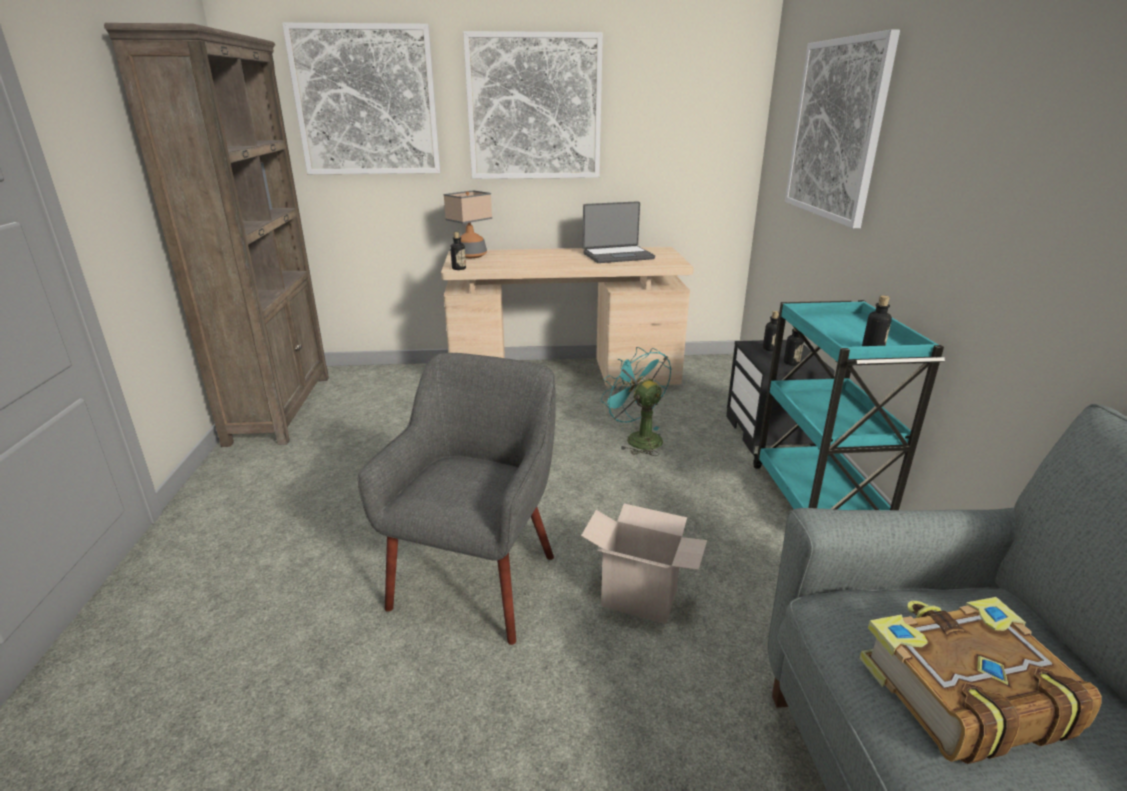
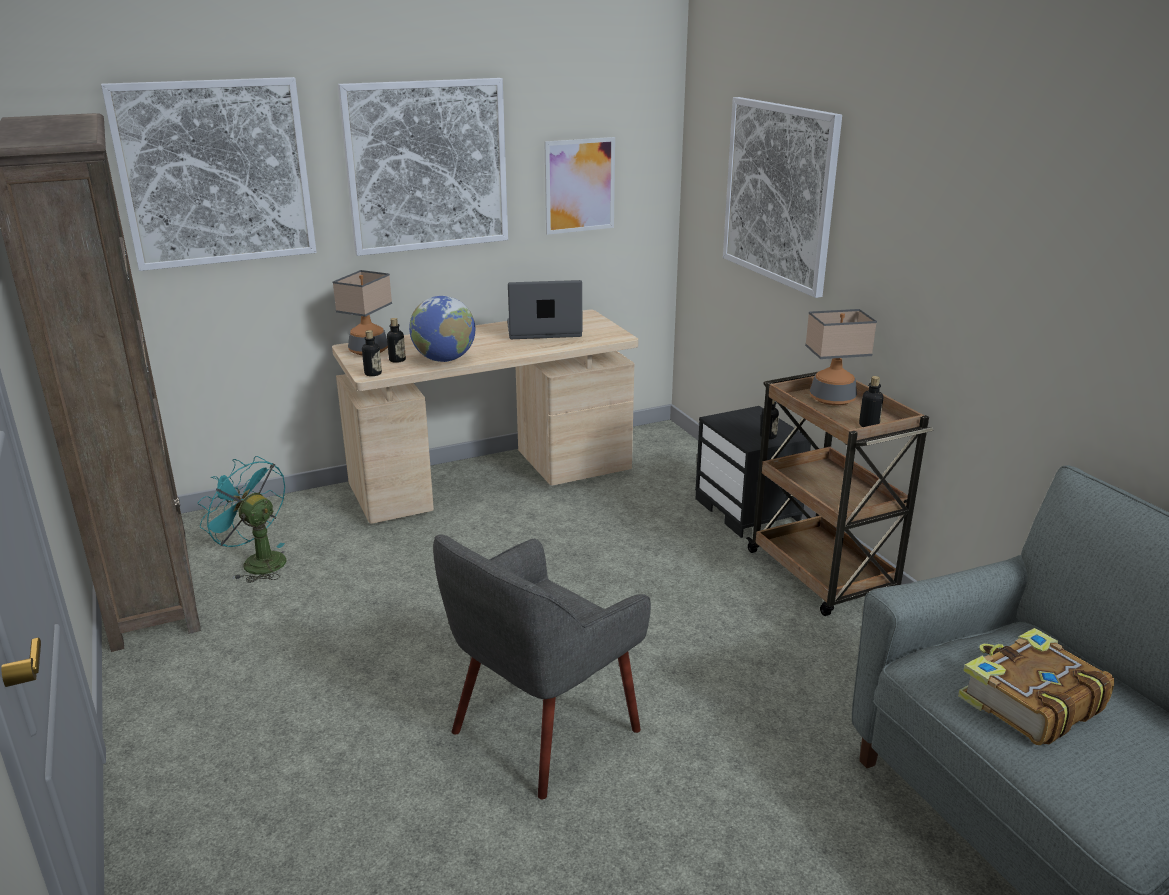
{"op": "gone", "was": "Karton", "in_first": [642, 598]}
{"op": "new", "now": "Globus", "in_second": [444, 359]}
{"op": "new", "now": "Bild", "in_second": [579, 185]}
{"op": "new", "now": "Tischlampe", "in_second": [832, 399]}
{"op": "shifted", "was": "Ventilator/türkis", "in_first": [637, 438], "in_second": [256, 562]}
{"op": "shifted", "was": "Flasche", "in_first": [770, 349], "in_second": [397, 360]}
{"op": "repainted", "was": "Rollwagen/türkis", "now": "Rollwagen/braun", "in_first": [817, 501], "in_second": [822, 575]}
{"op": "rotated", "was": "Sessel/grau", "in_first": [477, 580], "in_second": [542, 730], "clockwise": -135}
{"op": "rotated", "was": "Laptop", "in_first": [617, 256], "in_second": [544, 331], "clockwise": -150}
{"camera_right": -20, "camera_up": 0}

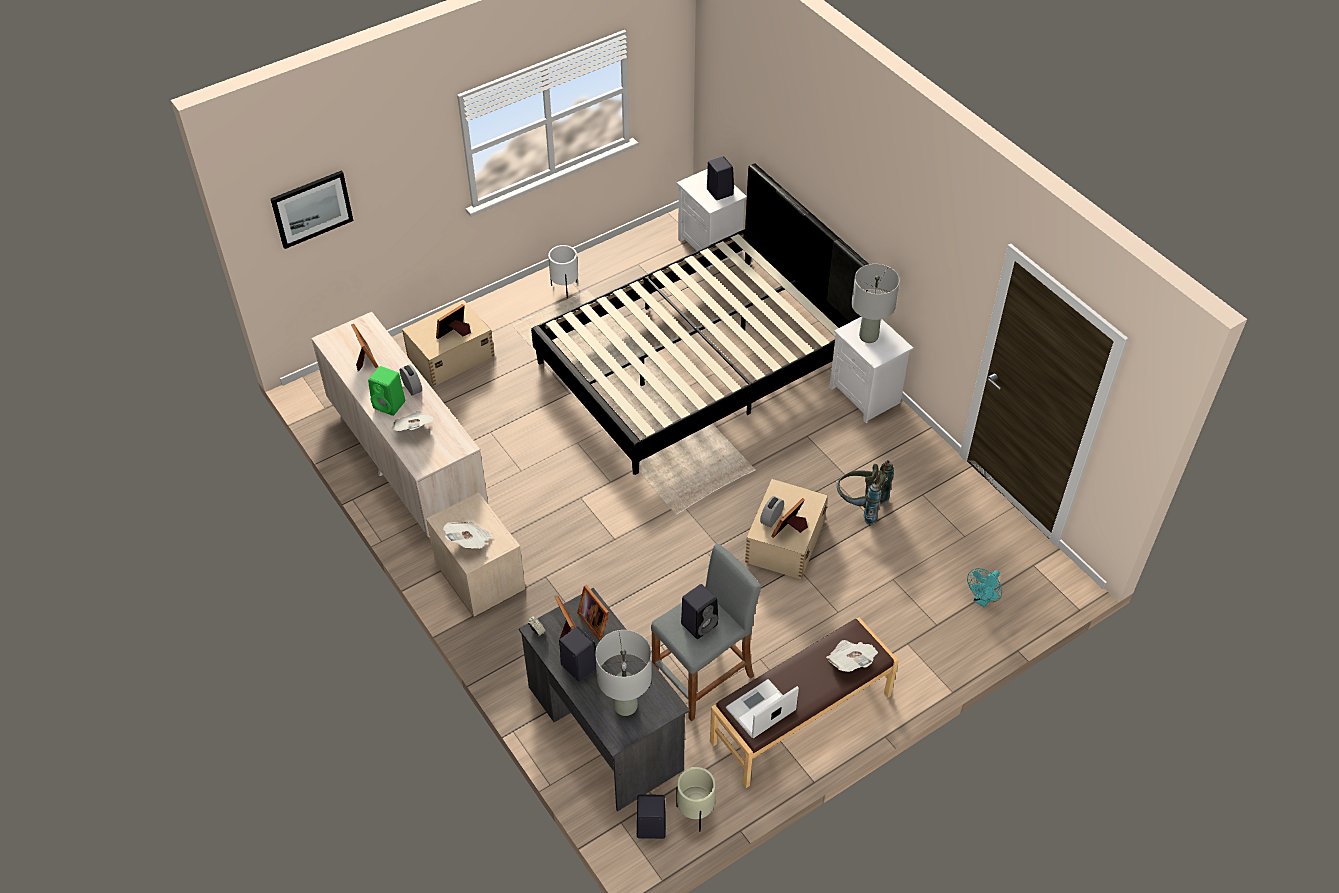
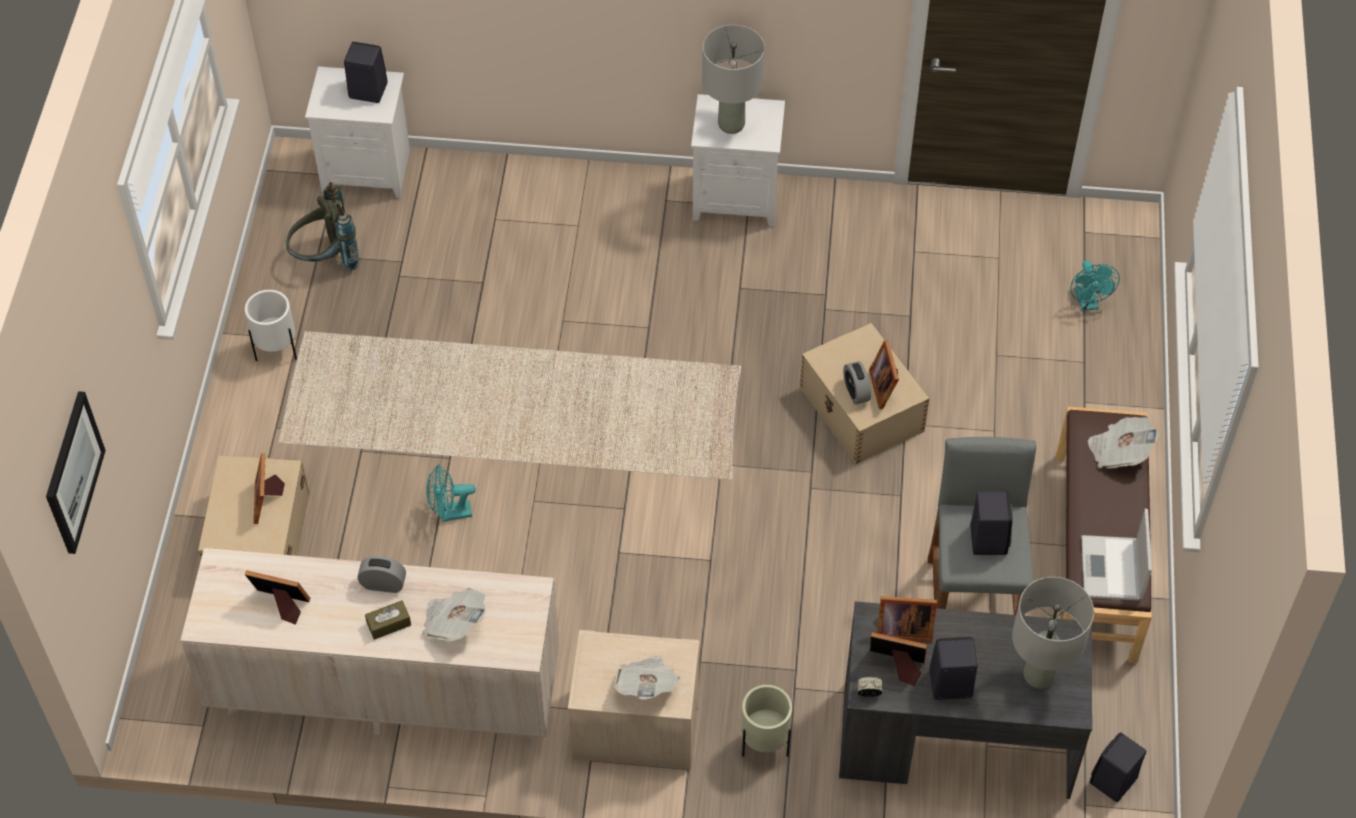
{"op": "gone", "was": "Bett/schwarz", "in_first": [696, 361]}
{"op": "new", "now": "Ventilator/türkis", "in_second": [450, 513]}
{"op": "shifted", "was": "Pflanzkübel/beige", "in_first": [695, 813], "in_second": [765, 745]}
{"op": "shifted", "was": "Rucksack/grau", "in_first": [860, 506], "in_second": [326, 259]}
{"op": "swapped", "was": "Lautsprecher/grün", "now": "Taschentuchbox/braun", "in_first": [390, 405], "in_second": [389, 624]}
{"camera_right": -50, "camera_up": 5}

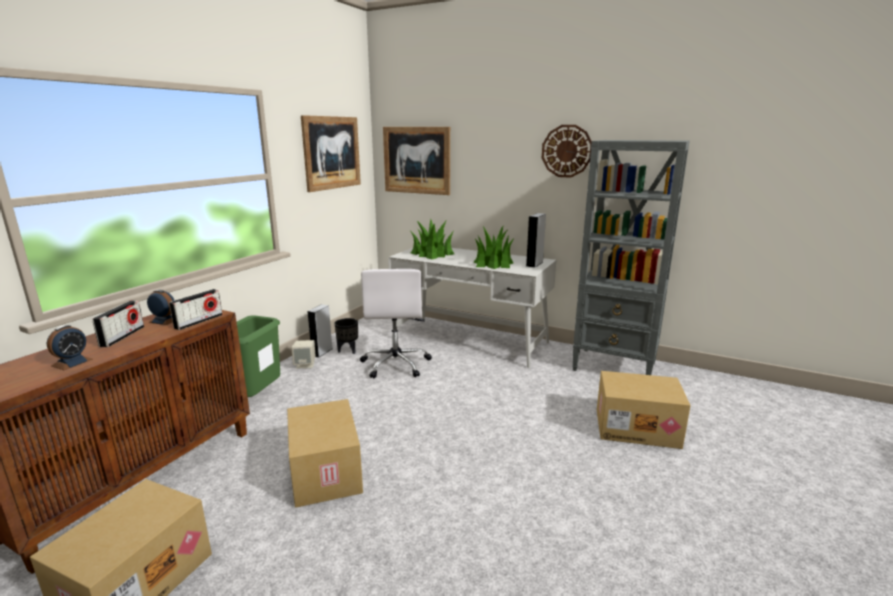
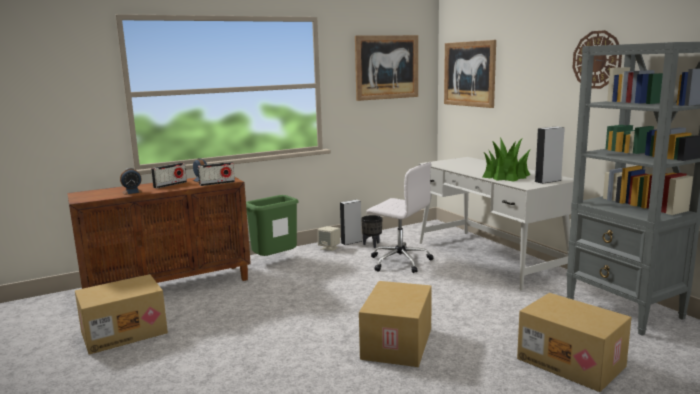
{"op": "gone", "was": "Topfpflanze", "in_first": [432, 253]}
{"op": "shifted", "was": "Karton", "in_first": [327, 472], "in_second": [398, 344]}
{"op": "rotated", "was": "Bürostuhl/weiß", "in_first": [396, 364], "in_second": [399, 261], "clockwise": -90}
{"camera_right": 35, "camera_up": -5}

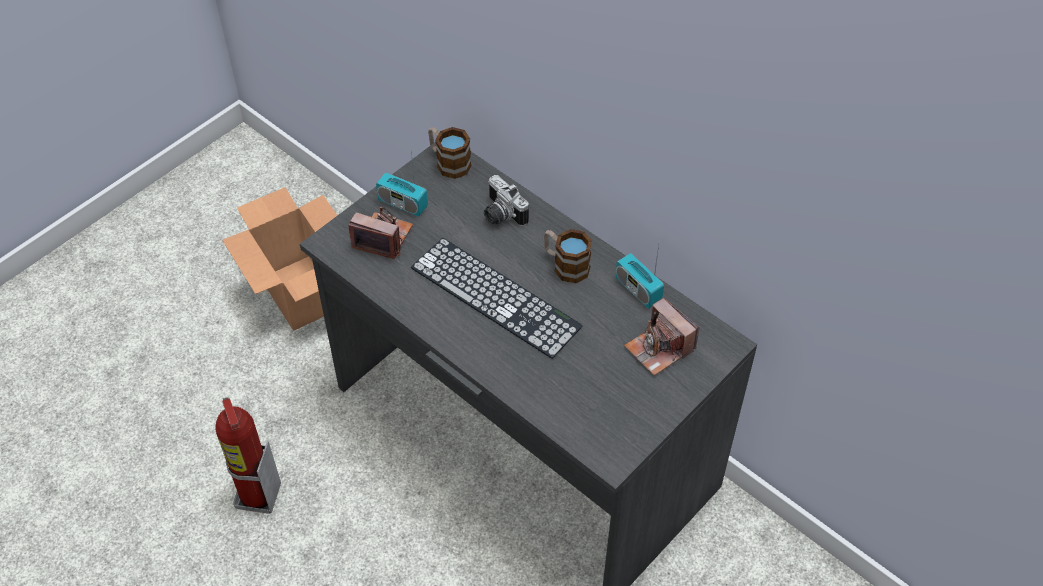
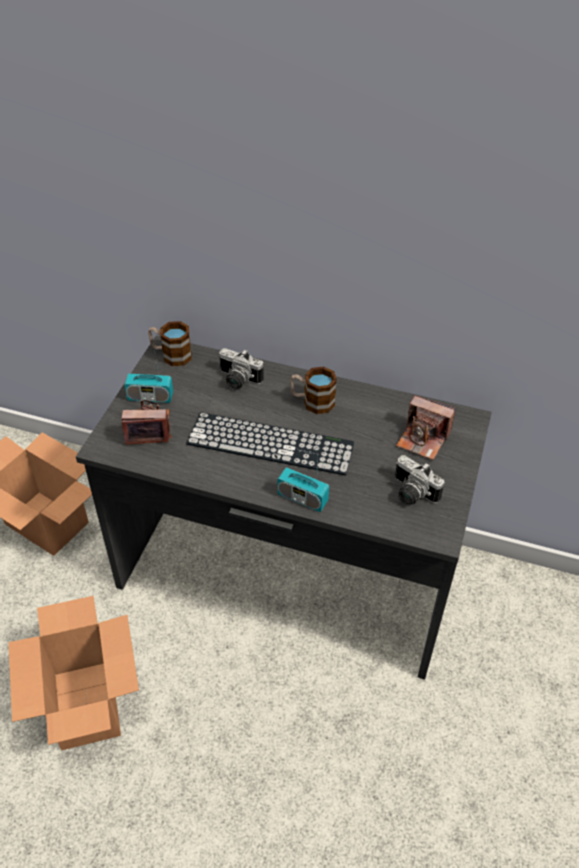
{"op": "new", "now": "Kamera", "in_second": [411, 493]}
{"op": "shifted", "was": "Radio", "in_first": [638, 289], "in_second": [302, 498]}
{"op": "swapped", "was": "Feuerlöscher", "now": "Karton", "in_first": [257, 496], "in_second": [87, 706]}
{"camera_right": -25, "camera_up": -5}

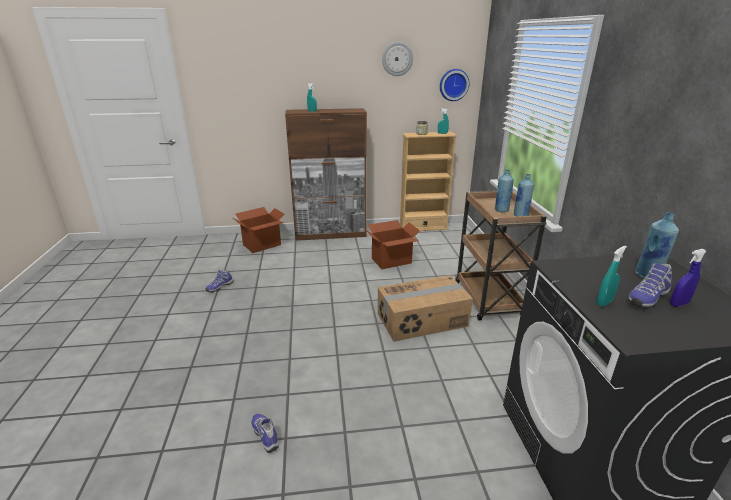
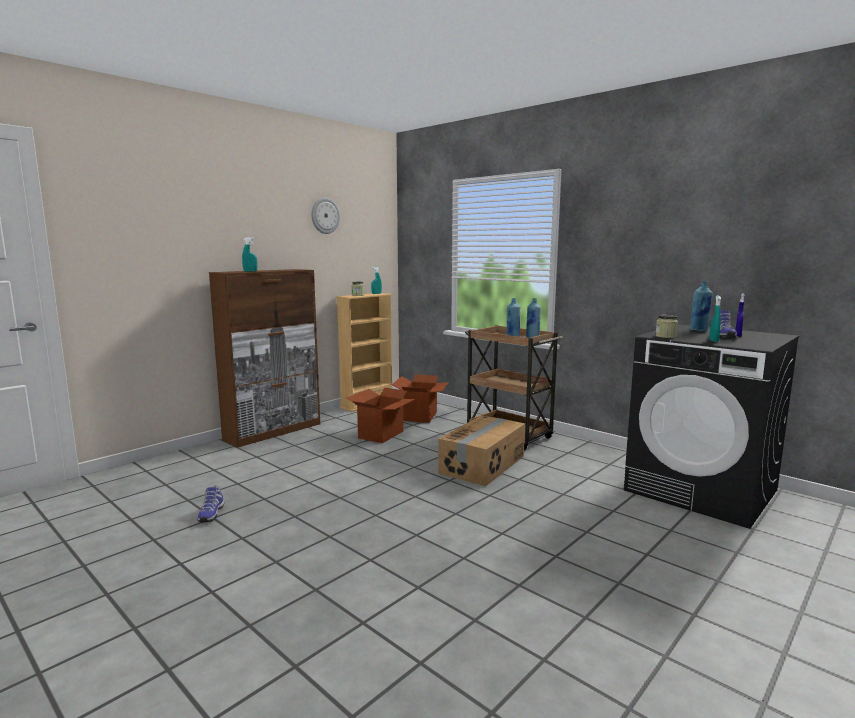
{"op": "gone", "was": "Schuh", "in_first": [266, 435]}
{"op": "gone", "was": "Wanduhr", "in_first": [453, 84]}
{"op": "new", "now": "Vorratsglas", "in_second": [665, 336]}
{"op": "shifted", "was": "Karton", "in_first": [262, 245], "in_second": [421, 416]}
{"camera_right": -40, "camera_up": -15}

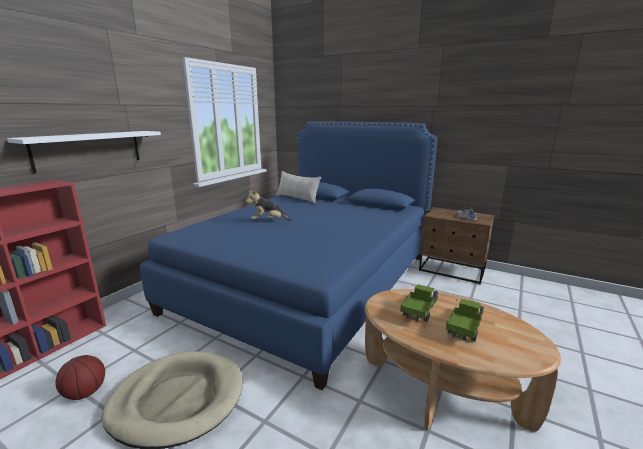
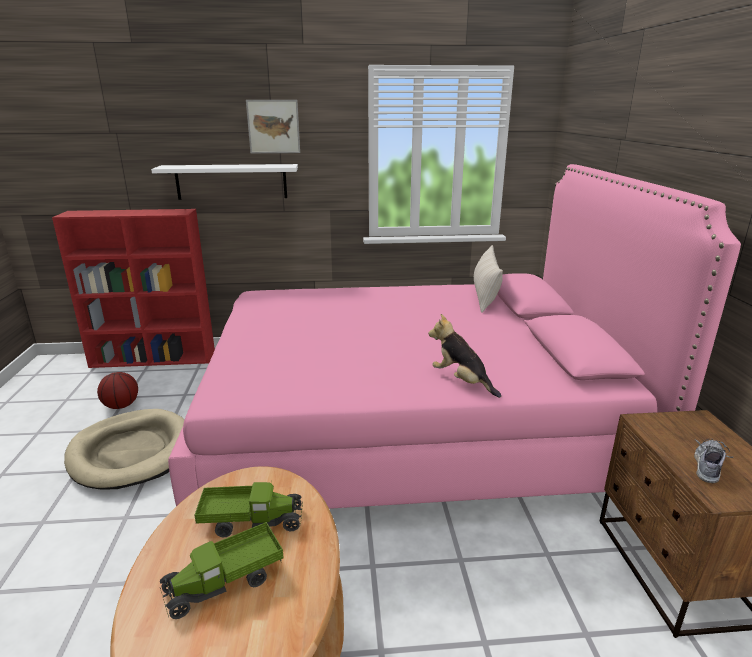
{"op": "new", "now": "Bild", "in_second": [273, 126]}
{"op": "shifted", "was": "Plüschtier", "in_first": [268, 221], "in_second": [461, 381]}
{"op": "repainted", "was": "Bett/blau", "now": "Bett/rosa", "in_first": [309, 281], "in_second": [410, 427]}
{"op": "rotated", "was": "Spielzeuglaster", "in_first": [464, 327], "in_second": [225, 582], "clockwise": 150}
{"camera_right": 55, "camera_up": 5}

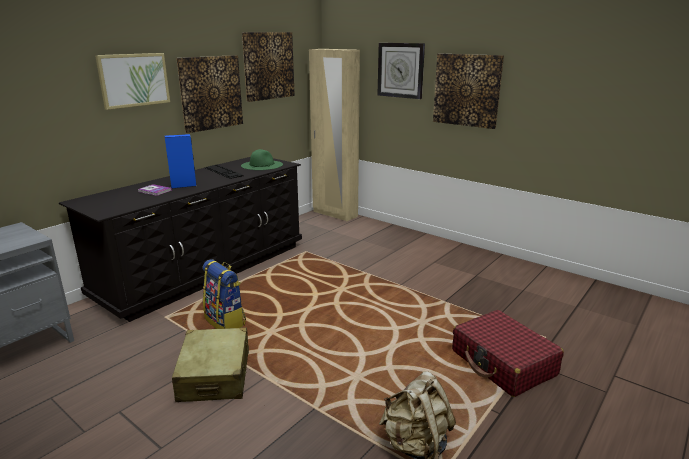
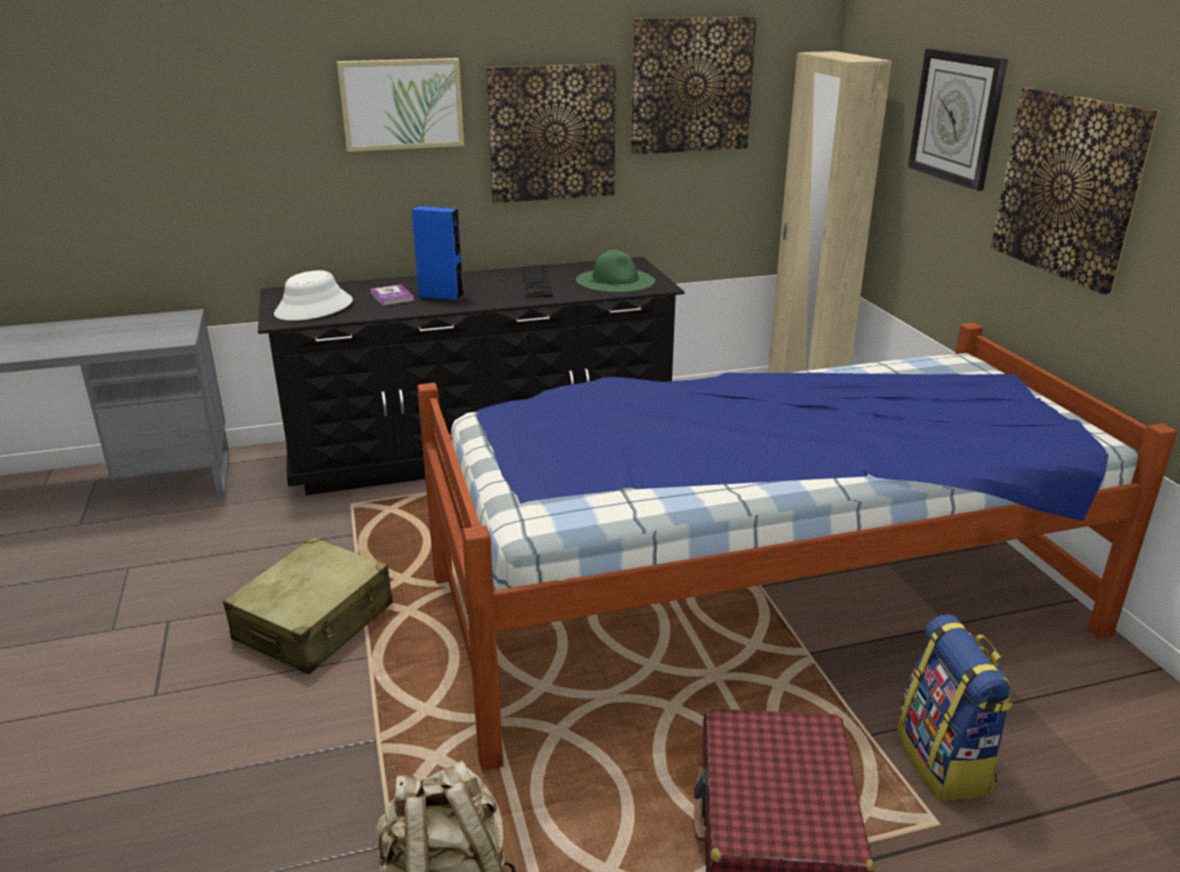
{"op": "new", "now": "Hut/weiß", "in_second": [314, 308]}
{"op": "new", "now": "Bett", "in_second": [756, 603]}
{"op": "shifted", "was": "Rucksack", "in_first": [226, 321], "in_second": [945, 761]}
{"camera_right": 35, "camera_up": 5}

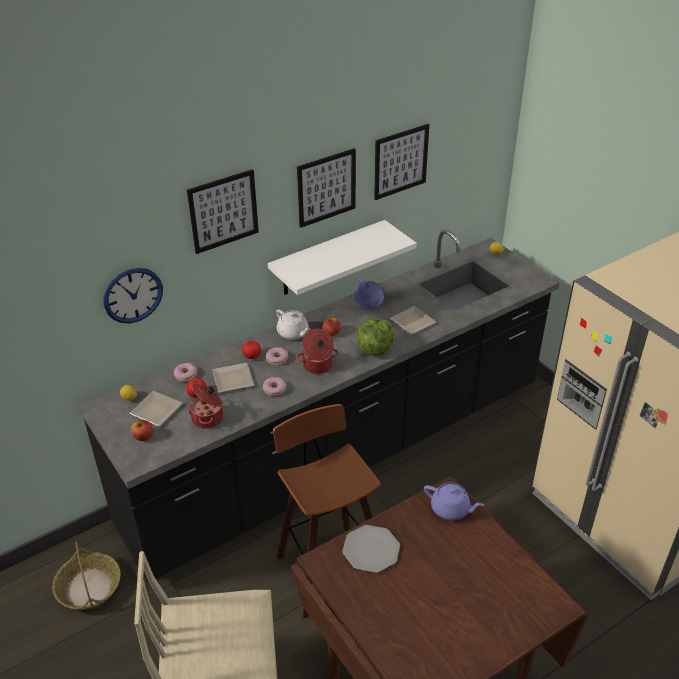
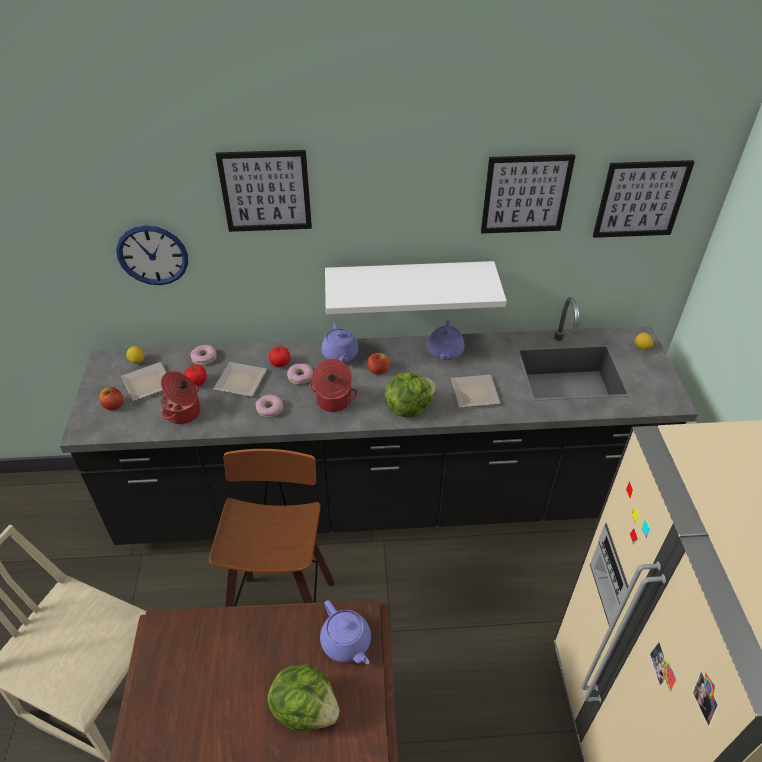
{"op": "gone", "was": "Korb", "in_first": [89, 588]}
{"op": "gone", "was": "Teller", "in_first": [371, 549]}
{"op": "new", "now": "Salatkopf", "in_second": [305, 708]}
{"op": "shifted", "was": "Bild", "in_first": [326, 187], "in_second": [641, 199]}
{"op": "repainted", "was": "Teekanne/weiß", "now": "Teekanne/lila", "in_first": [293, 333], "in_second": [340, 355]}
{"camera_right": 30, "camera_up": 5}

